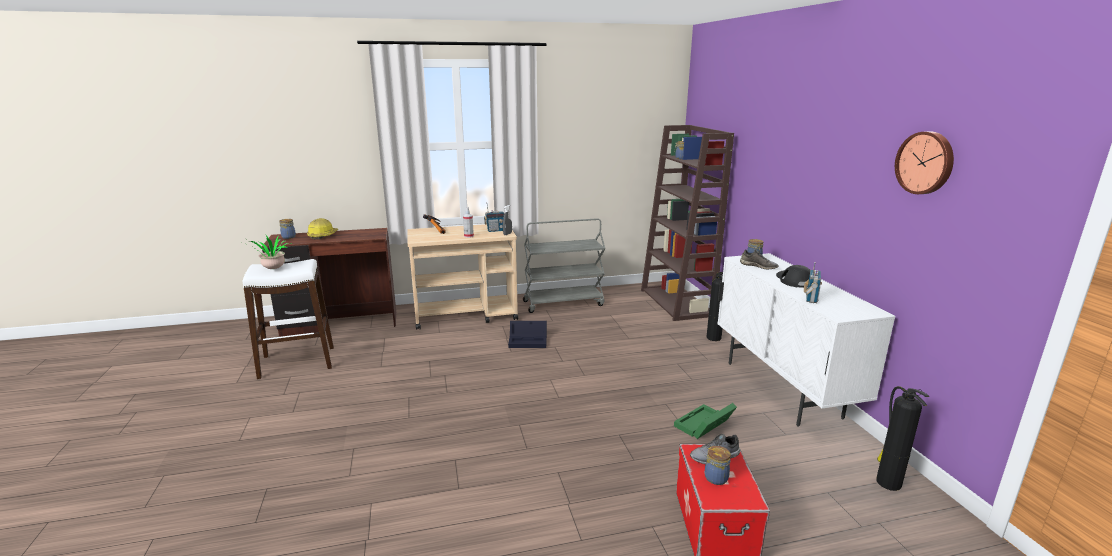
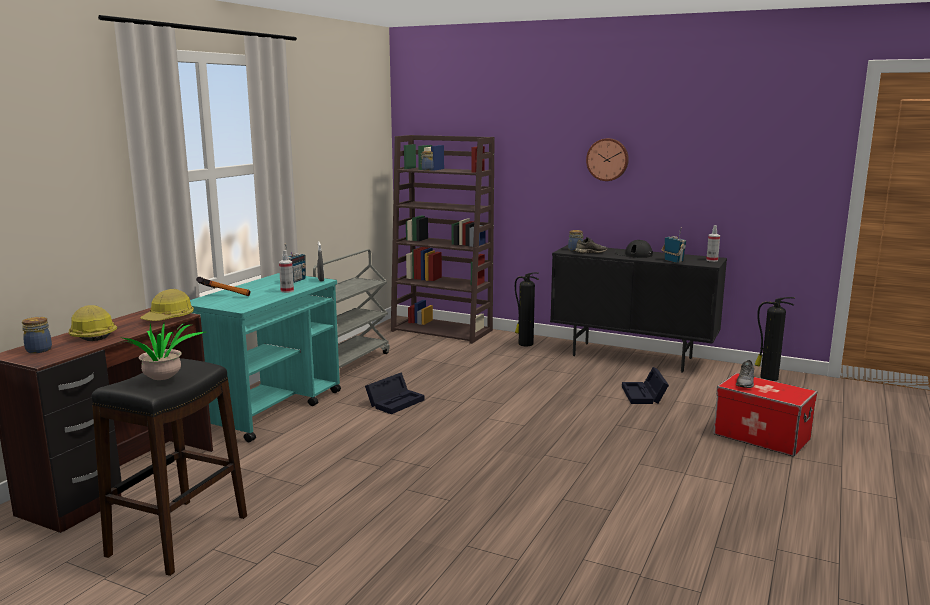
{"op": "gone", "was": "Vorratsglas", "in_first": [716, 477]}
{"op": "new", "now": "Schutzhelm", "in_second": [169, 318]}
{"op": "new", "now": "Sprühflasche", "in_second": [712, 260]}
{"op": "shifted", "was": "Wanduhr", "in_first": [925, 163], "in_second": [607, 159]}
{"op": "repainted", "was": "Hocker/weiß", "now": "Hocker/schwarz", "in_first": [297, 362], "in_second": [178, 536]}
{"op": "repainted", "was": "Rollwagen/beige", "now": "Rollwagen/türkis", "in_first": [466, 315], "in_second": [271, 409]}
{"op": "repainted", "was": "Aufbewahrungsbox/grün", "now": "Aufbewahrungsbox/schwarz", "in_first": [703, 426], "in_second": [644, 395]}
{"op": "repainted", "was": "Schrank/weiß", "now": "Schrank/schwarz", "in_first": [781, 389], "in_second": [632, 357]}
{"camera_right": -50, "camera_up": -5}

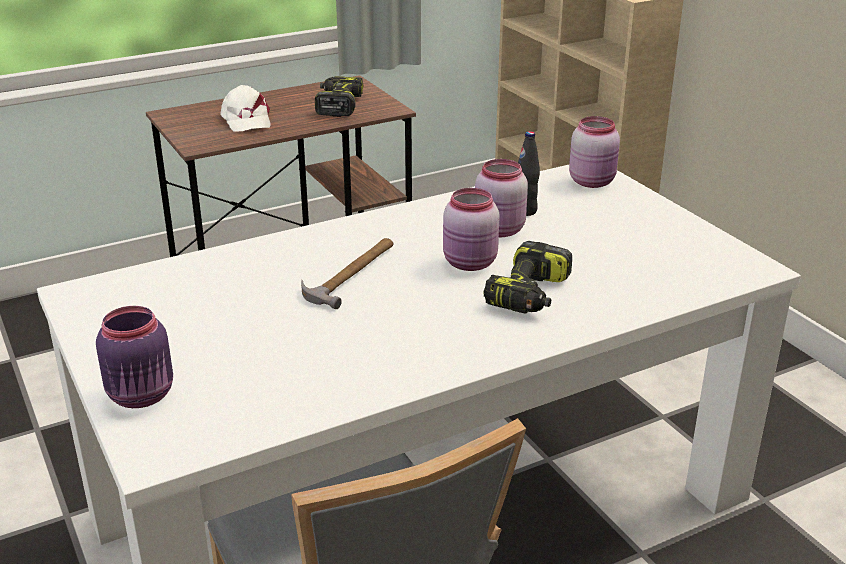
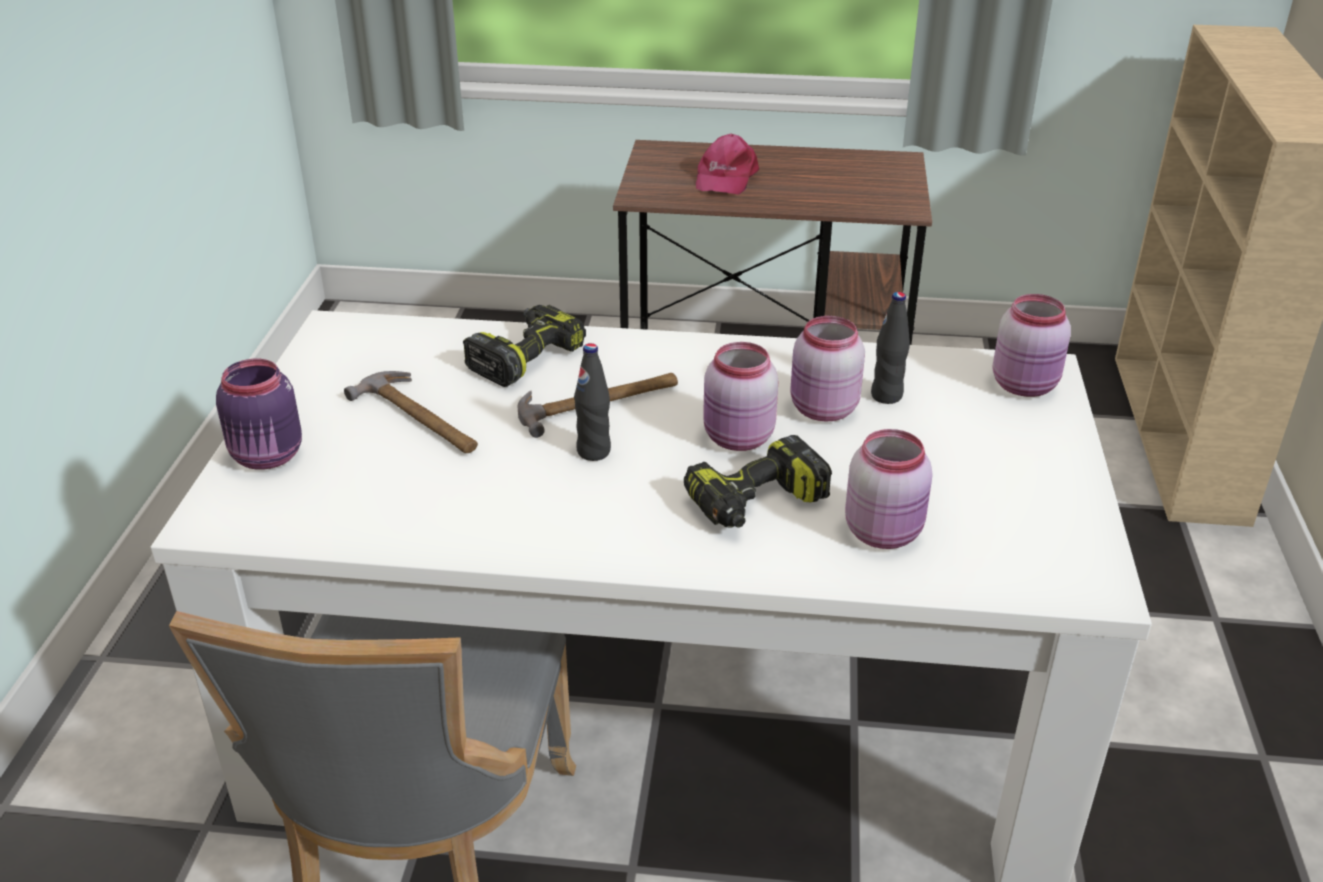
{"op": "new", "now": "Hammer", "in_second": [420, 418]}
{"op": "new", "now": "Flasche/schwarz", "in_second": [593, 451]}
{"op": "new", "now": "Vorratsglas/rosa", "in_second": [885, 532]}
{"op": "shifted", "was": "Bohrmaschine", "in_first": [338, 105], "in_second": [525, 357]}
{"op": "repainted", "was": "Kappe/weiß", "now": "Kappe/rosa", "in_first": [246, 120], "in_second": [725, 177]}
{"camera_right": 35, "camera_up": 5}

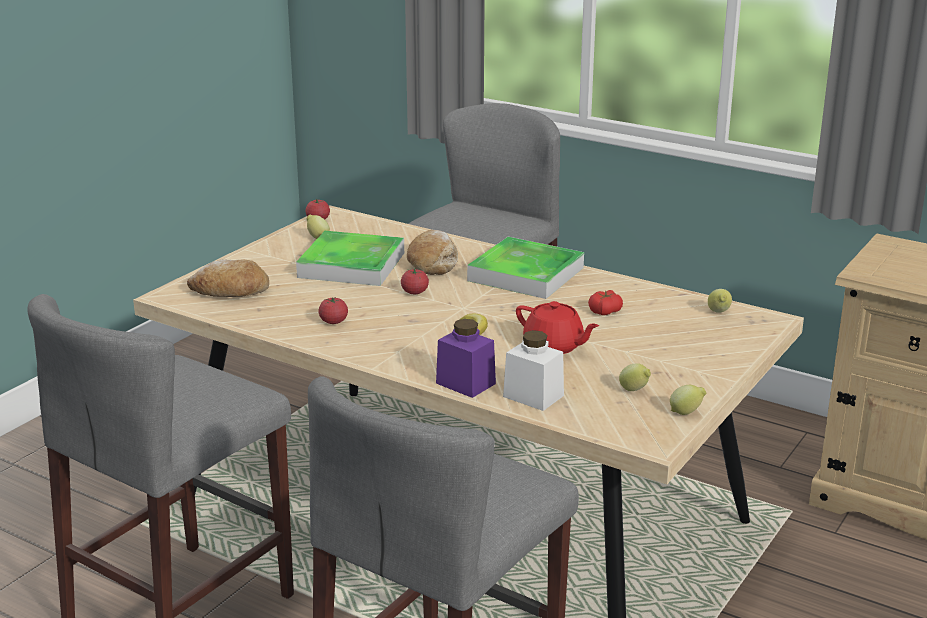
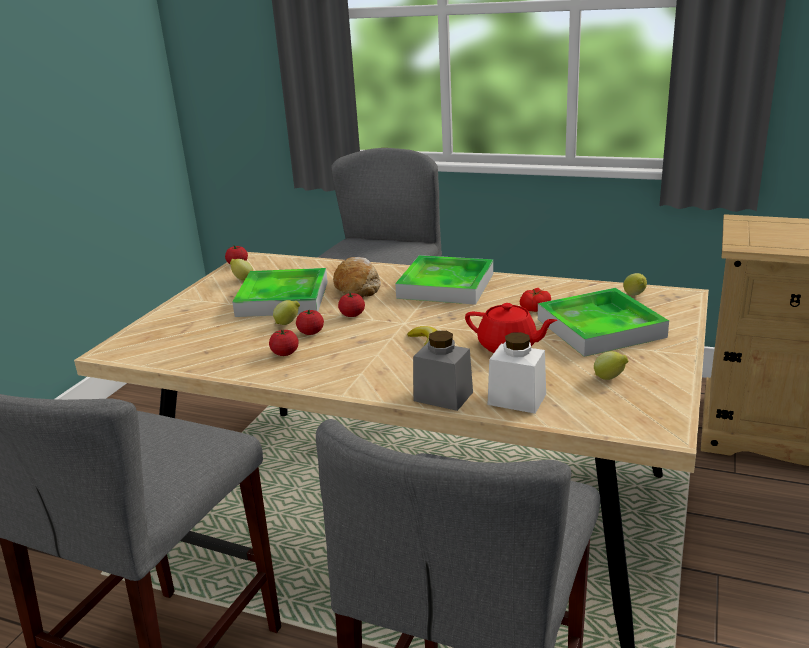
{"op": "gone", "was": "Brot", "in_first": [230, 291]}
{"op": "new", "now": "Tomate", "in_second": [311, 332]}
{"op": "new", "now": "Tablett", "in_second": [600, 328]}
{"op": "shifted", "was": "Zitrone", "in_first": [686, 413], "in_second": [288, 323]}
{"op": "repainted", "was": "Vorratsglas/lila", "now": "Vorratsglas/grau", "in_first": [465, 383], "in_second": [443, 396]}
{"camera_right": -10, "camera_up": 0}

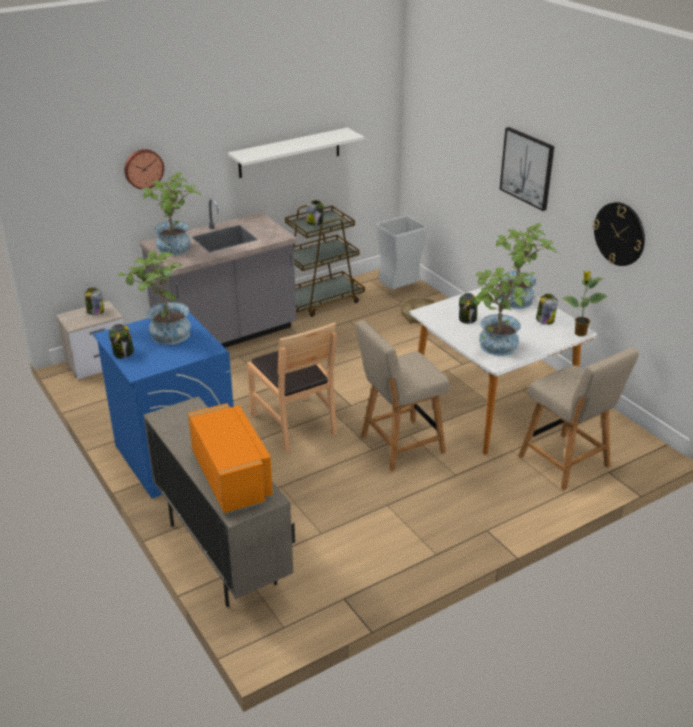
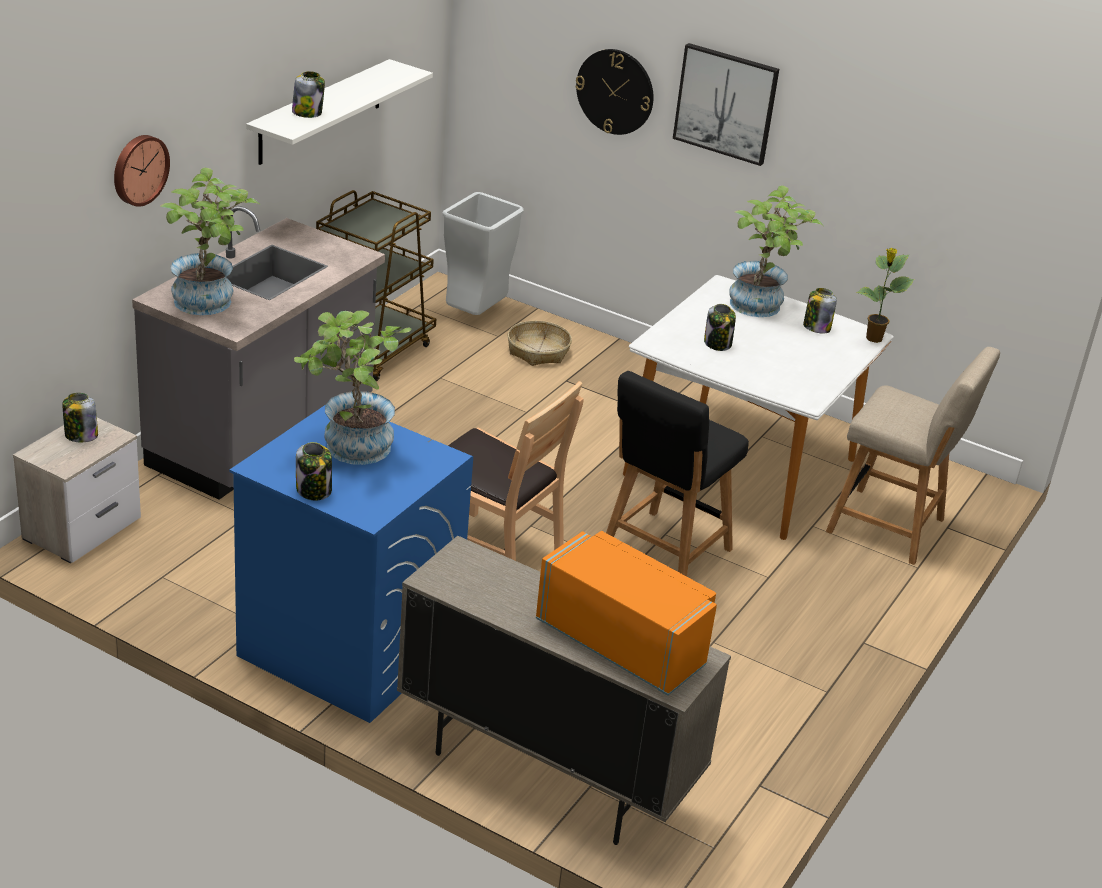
{"op": "gone", "was": "Topfpflanze", "in_first": [495, 348]}
{"op": "shifted", "was": "Vorratsglas", "in_first": [315, 222], "in_second": [307, 113]}
{"op": "shifted", "was": "Wanduhr", "in_first": [619, 234], "in_second": [615, 91]}
{"op": "repainted", "was": "Stuhl/beige", "now": "Stuhl/schwarz", "in_first": [398, 445], "in_second": [662, 554]}
{"camera_right": -30, "camera_up": 0}

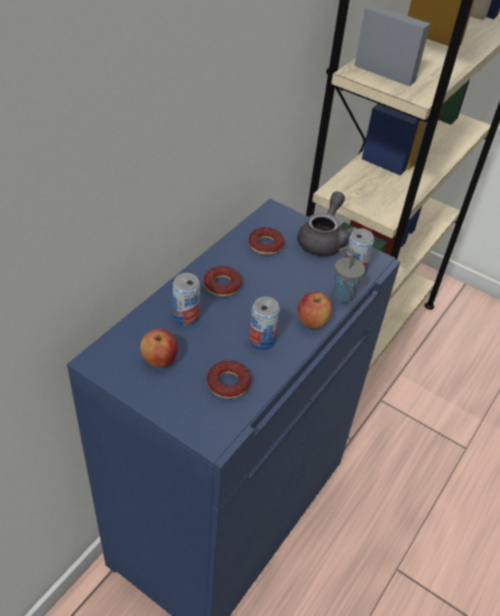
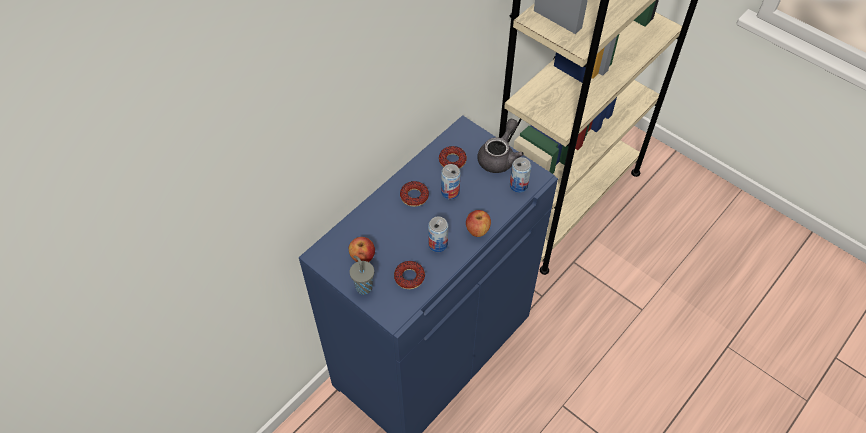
{"op": "shifted", "was": "Dose", "in_first": [186, 317], "in_second": [450, 192]}
{"op": "shifted", "was": "Tasse/grau", "in_first": [342, 295], "in_second": [363, 286]}
{"camera_right": 10, "camera_up": 10}

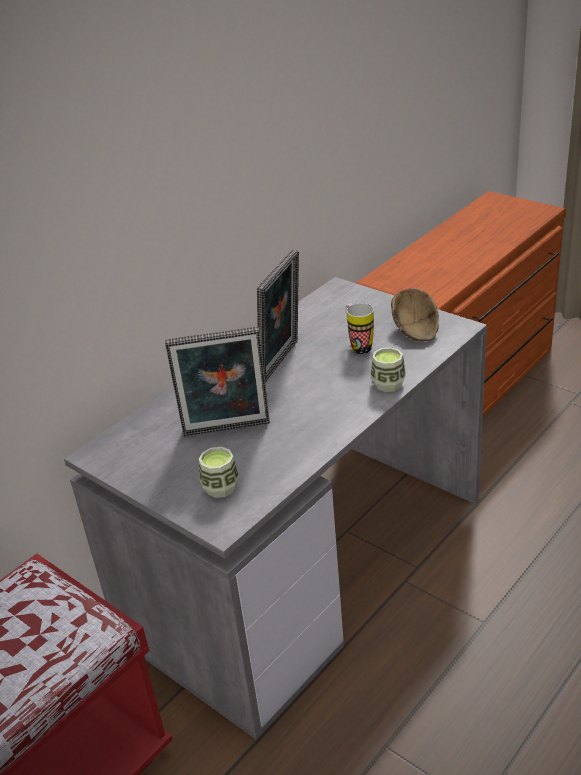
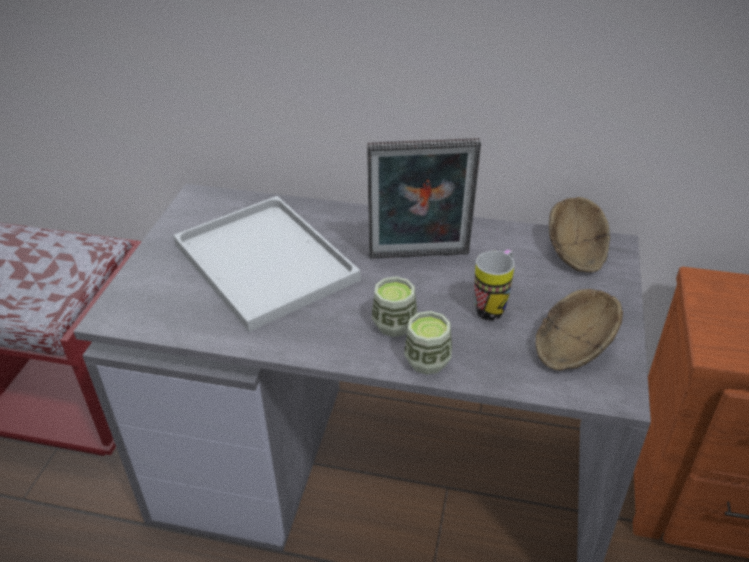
{"op": "new", "now": "Schüssel/braun", "in_second": [575, 253]}
{"op": "shifted", "was": "Tasse", "in_first": [221, 487], "in_second": [394, 324]}
{"op": "swapped", "was": "Bilderrahmen", "now": "Tablett/weiß", "in_first": [227, 431], "in_second": [268, 263]}
{"camera_right": 60, "camera_up": 5}

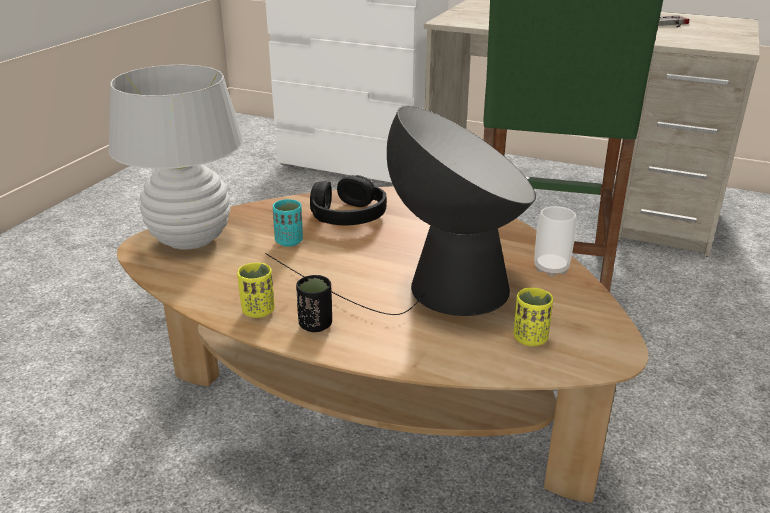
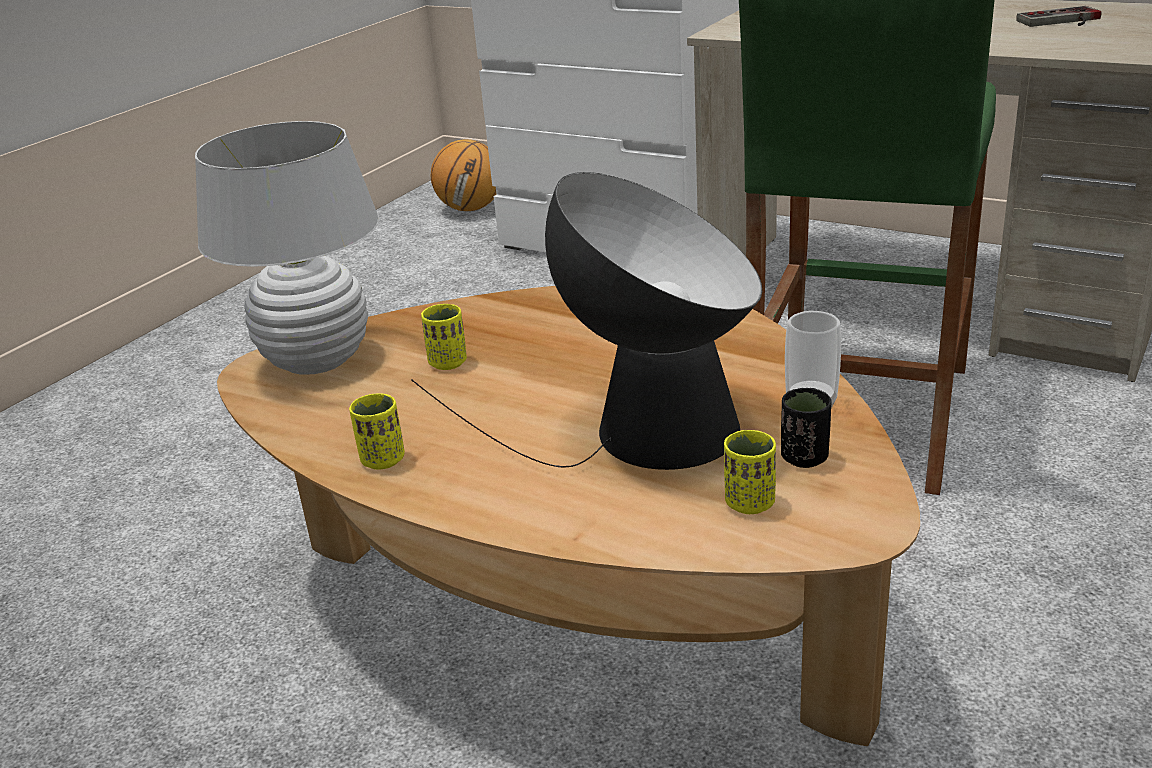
{"op": "gone", "was": "Kopfhörer/schwarz", "in_first": [347, 215]}
{"op": "new", "now": "Basketball", "in_second": [471, 209]}
{"op": "shifted", "was": "Tasse/schwarz", "in_first": [315, 325], "in_second": [804, 458]}
{"op": "repainted", "was": "Tasse/türkis", "now": "Tasse/gelb", "in_first": [289, 241], "in_second": [448, 363]}
{"camera_right": 10, "camera_up": 0}

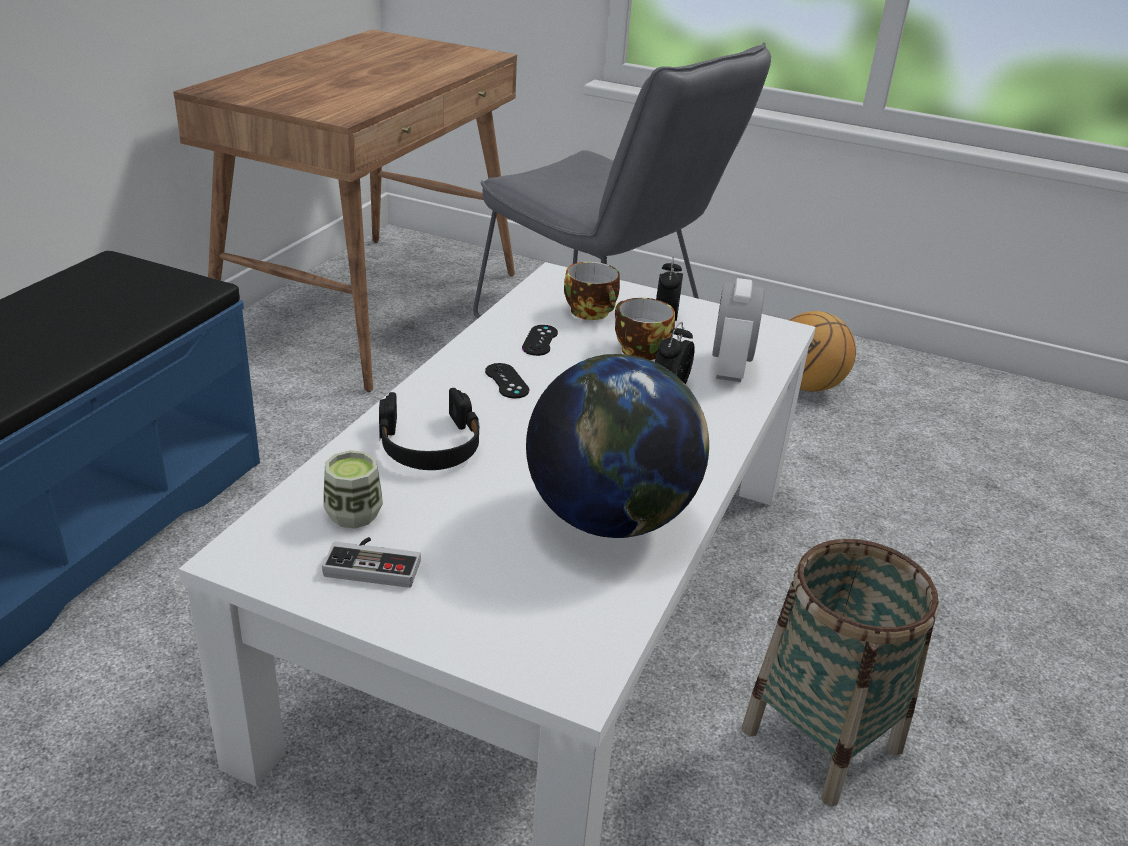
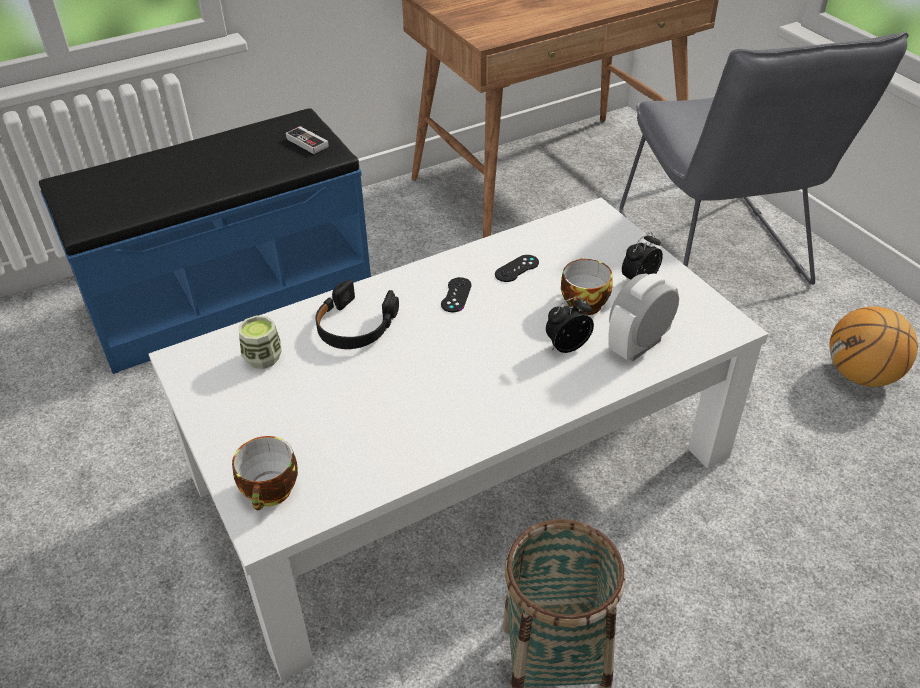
{"op": "gone", "was": "Globus", "in_first": [609, 519]}
{"op": "shifted", "was": "Gamepad", "in_first": [375, 563], "in_second": [311, 141]}
{"op": "shifted", "was": "Tasse", "in_first": [592, 313], "in_second": [271, 492]}
{"camera_right": 40, "camera_up": 10}

